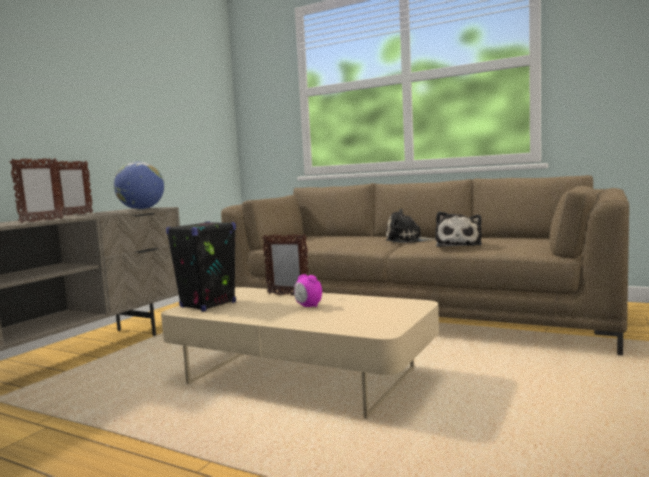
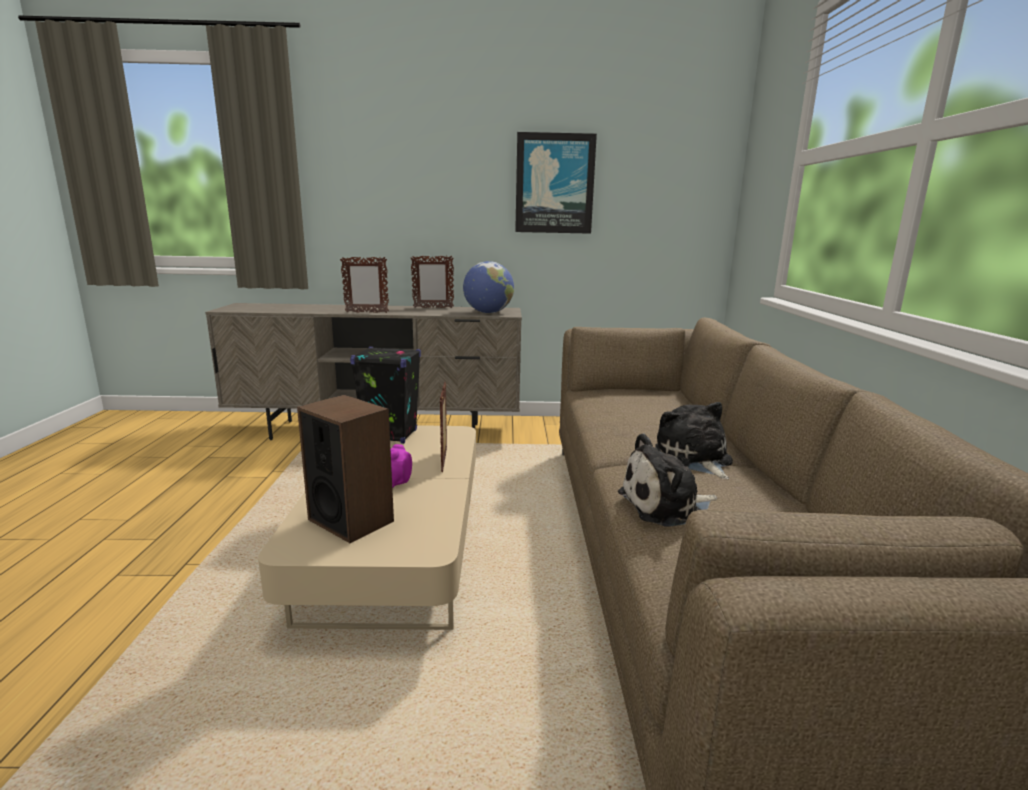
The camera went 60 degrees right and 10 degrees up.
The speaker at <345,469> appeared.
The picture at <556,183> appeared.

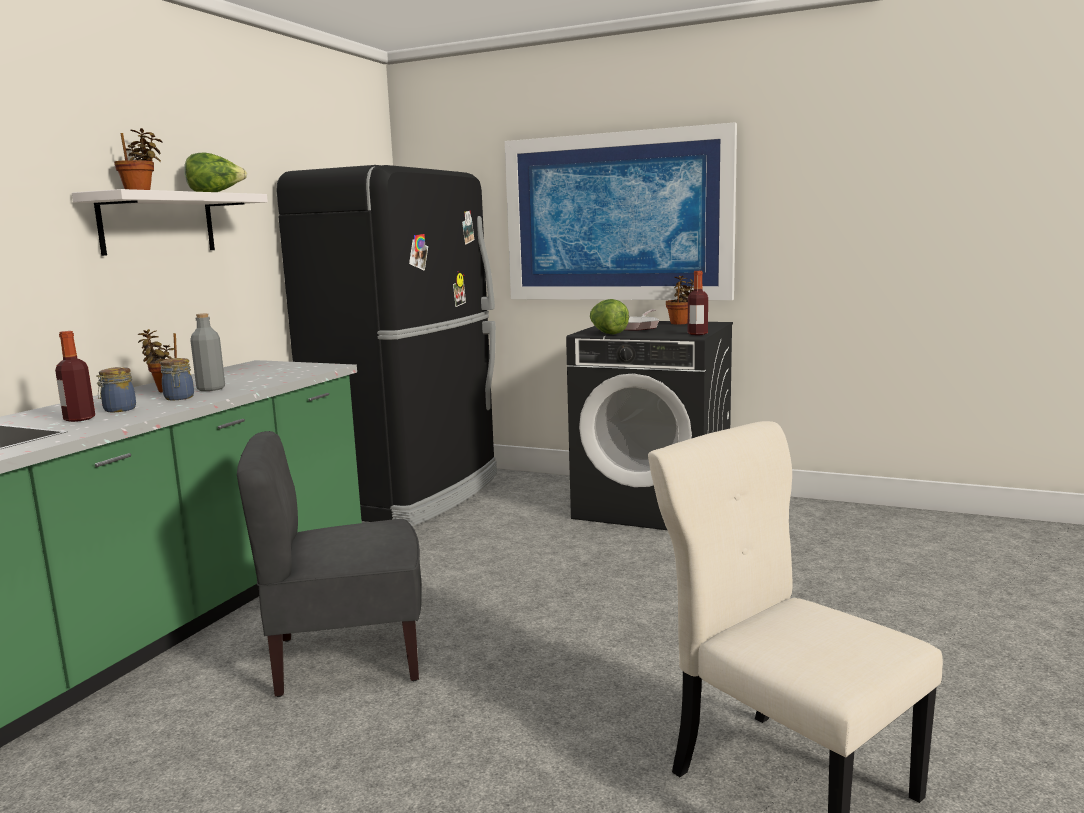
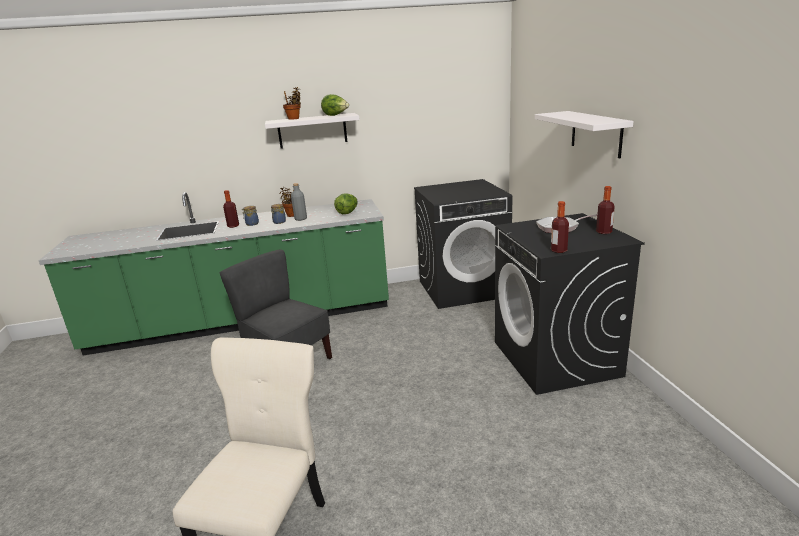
The camera went 55 degrees right and 10 degrees up.
The lettuce head moved from <609,316> to <346,203>.
The kitchen fridge (black-coloured) at <387,345> was replaced by the washing machine (black-coloured) at <463,244>.
The picture at <621,211> was replaced by the wall shelf (white) at <584,135>.
The potted plant at <680,300> was replaced by the drink bottle at <605,210>.

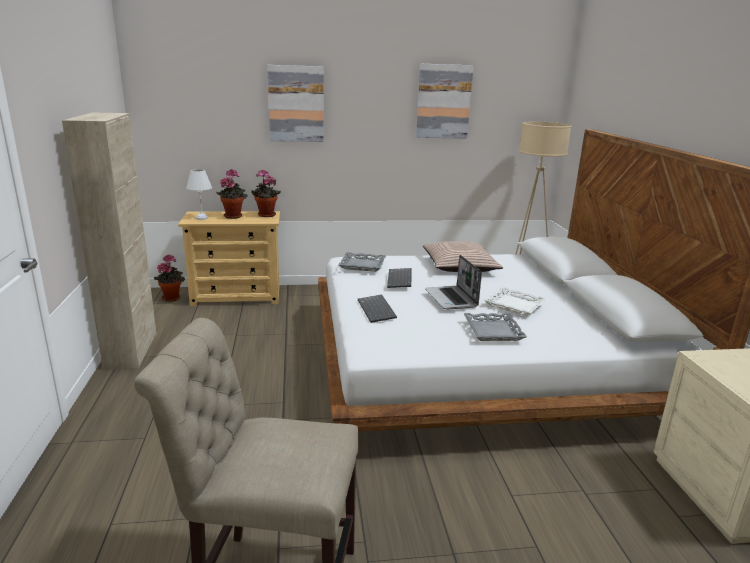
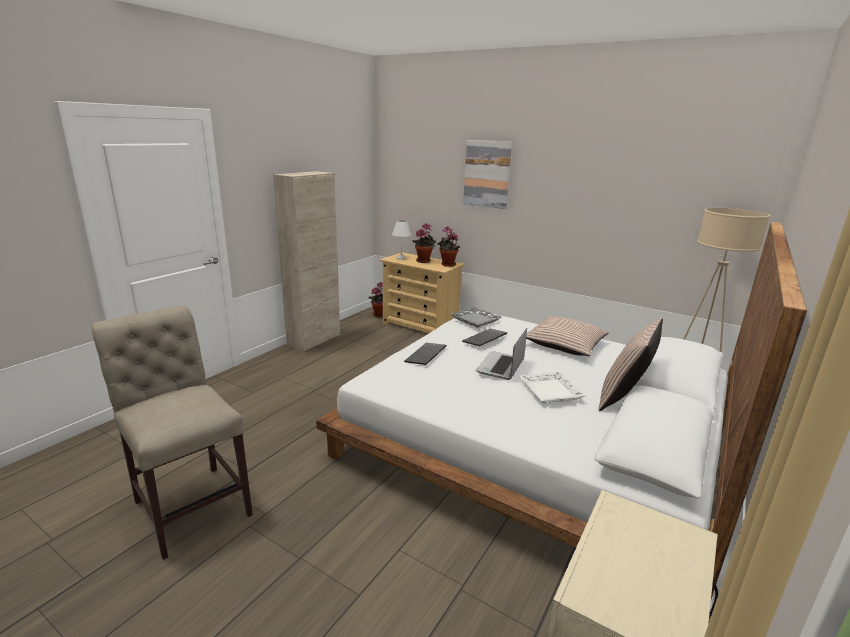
The camera went 40 degrees right and 0 degrees up.
The picture at <445,101> disappeared.
The serving tray (greyish) at <495,327> disappeared.
The cushion at <630,364> appeared.

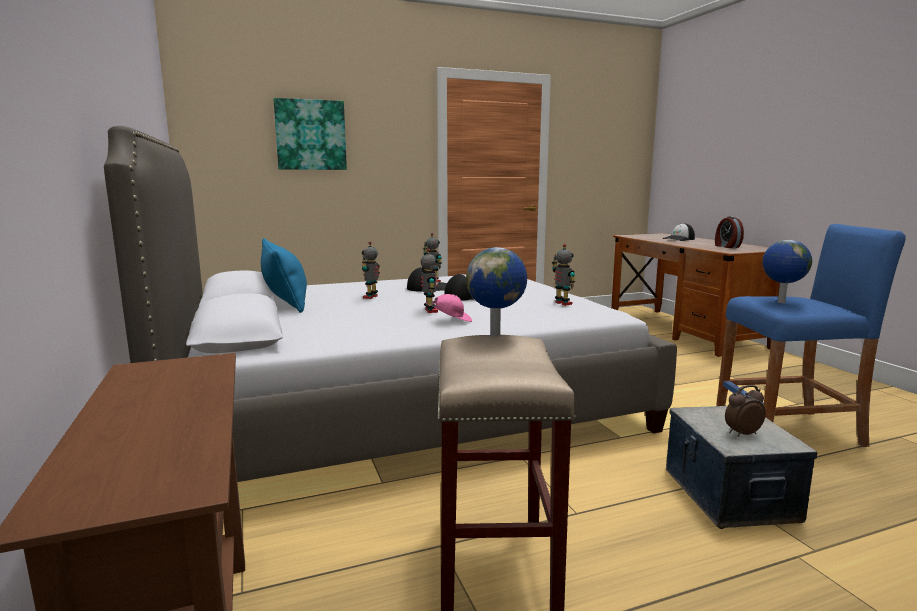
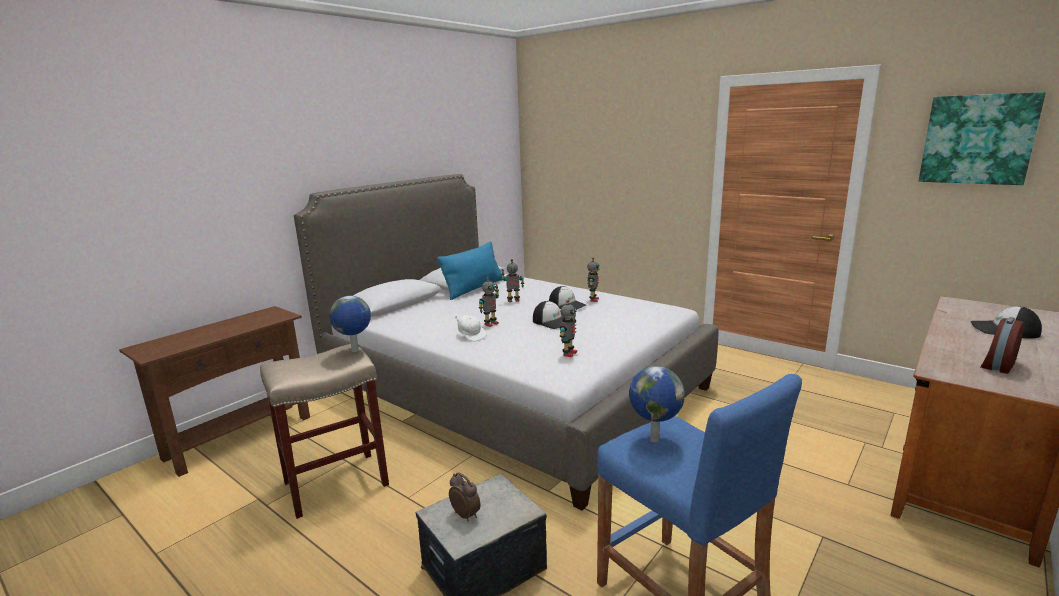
The camera went 60 degrees right and 5 degrees up.
The picture moved from <310,134> to <982,138>.
The baseball cap (pink) at <448,308> became the baseball cap (white) at <471,328>.

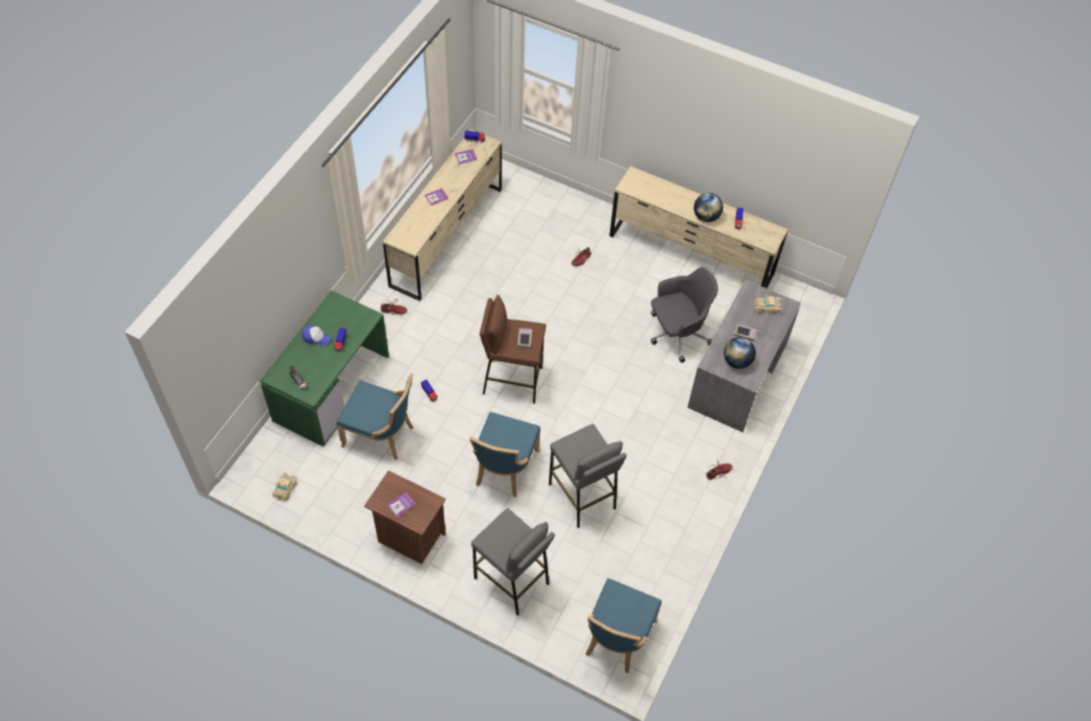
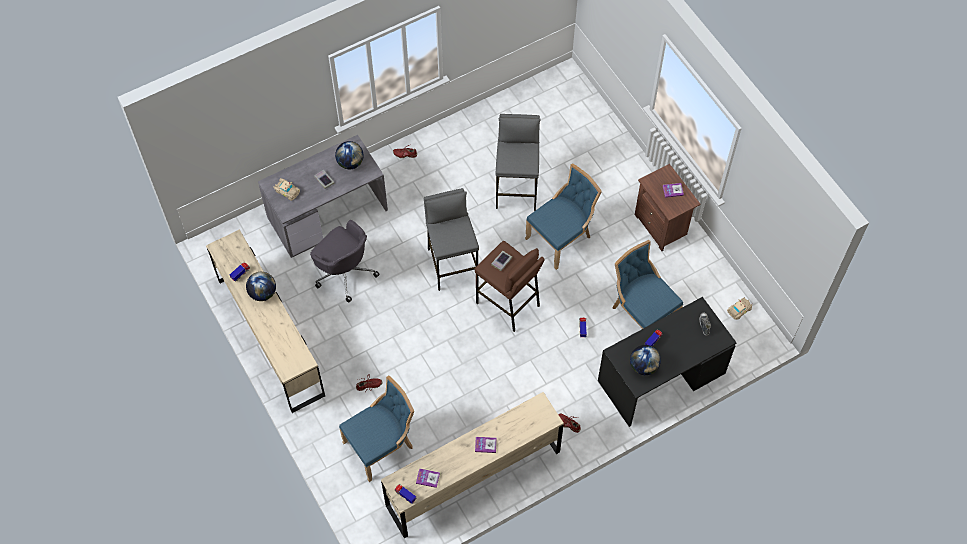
The camera went 145 degrees left and 5 degrees up.
The baseball cap at <316,335> disappeared.
The desk globe at <645,360> appeared.
The sitting stool (greyish) moved from <513,562> to <451,239>.
The plain chair (blue-coloured) moved from <624,625> to <376,429>.
The desk (green-coloured) at <324,368> became the desk (black-coloured) at <667,362>.
The desk chair (greyish) at <684,315> turned 150 degrees counterclockwise.

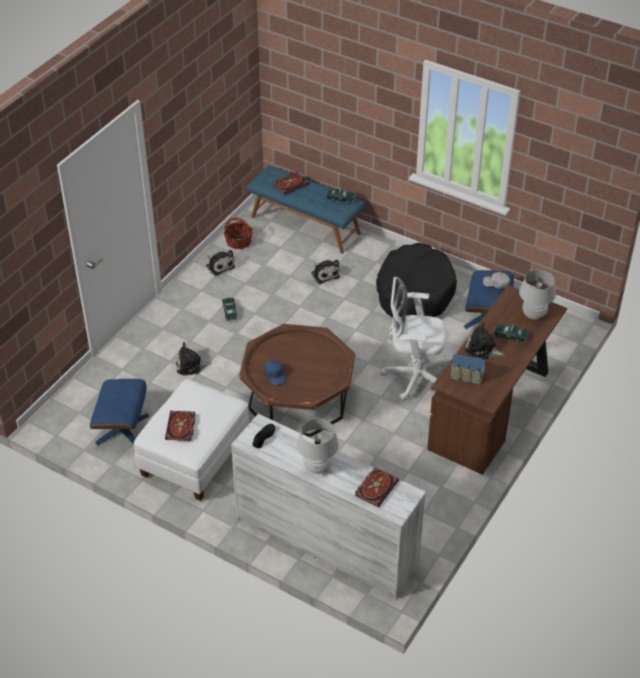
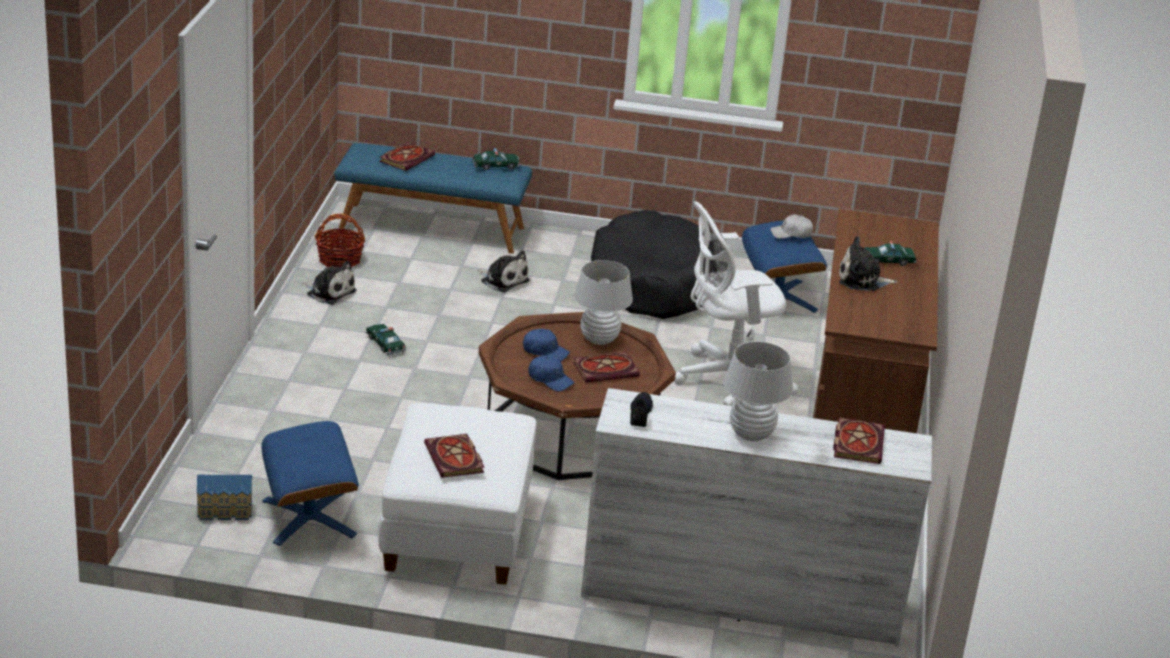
The camera went 25 degrees left and 15 degrees down.
The plush toy at <194,359> disappeared.
The baseball cap (blue-coloured) at <546,345> appeared.
The volume at <606,367> appeared.
The model house moved from <468,369> to <225,497>.
The table lamp (white) moved from <537,295> to <603,302>.

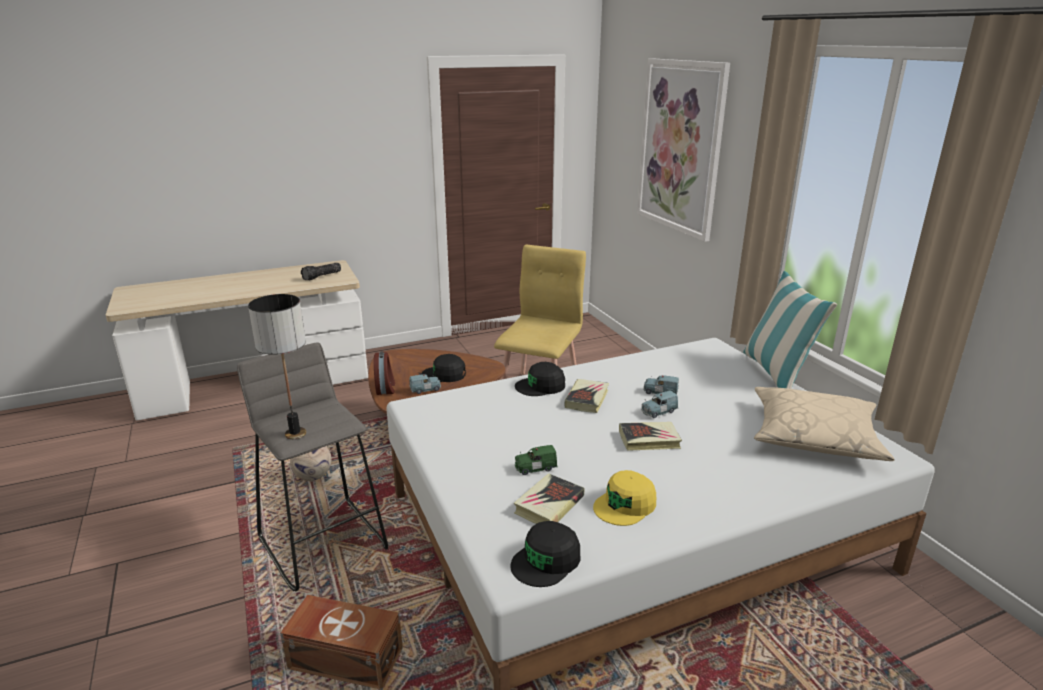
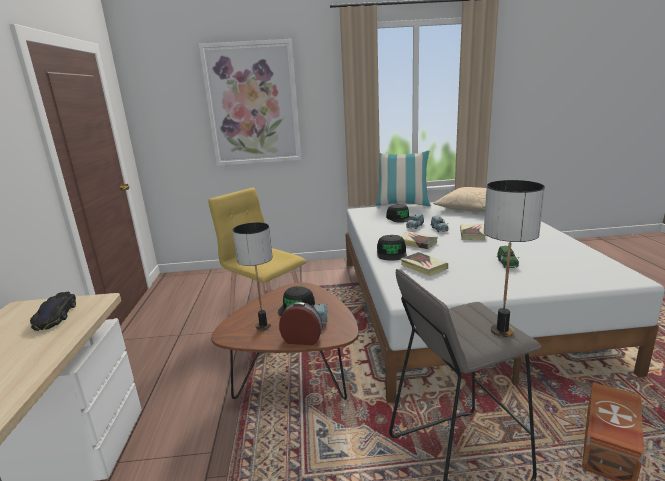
The camera went 70 degrees left and 5 degrees down.
The football at <311,463> disappeared.
The baseball cap (yellow-coloured) at <624,498> disappeared.
The table lamp at <252,276> appeared.
The baseball cap (black-coloured) moved from <545,554> to <399,213>.
The volume moved from <549,498> to <424,264>.
The flashlight at <321,272> was replaced by the model car (black-coloured) at <53,311>.

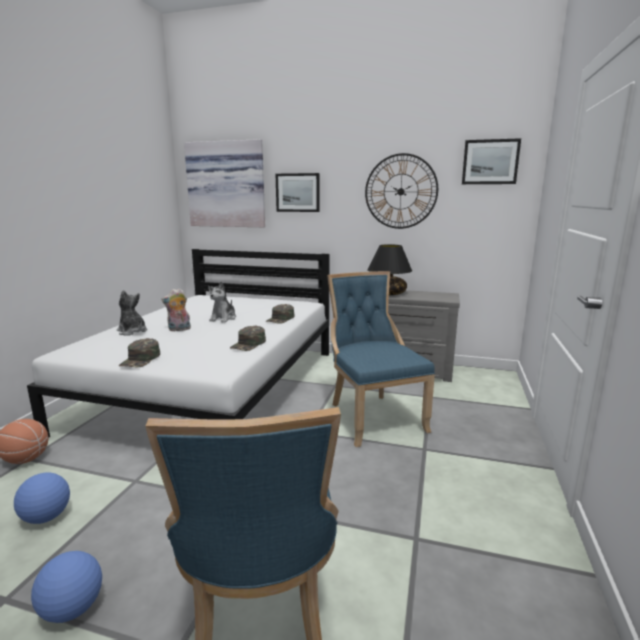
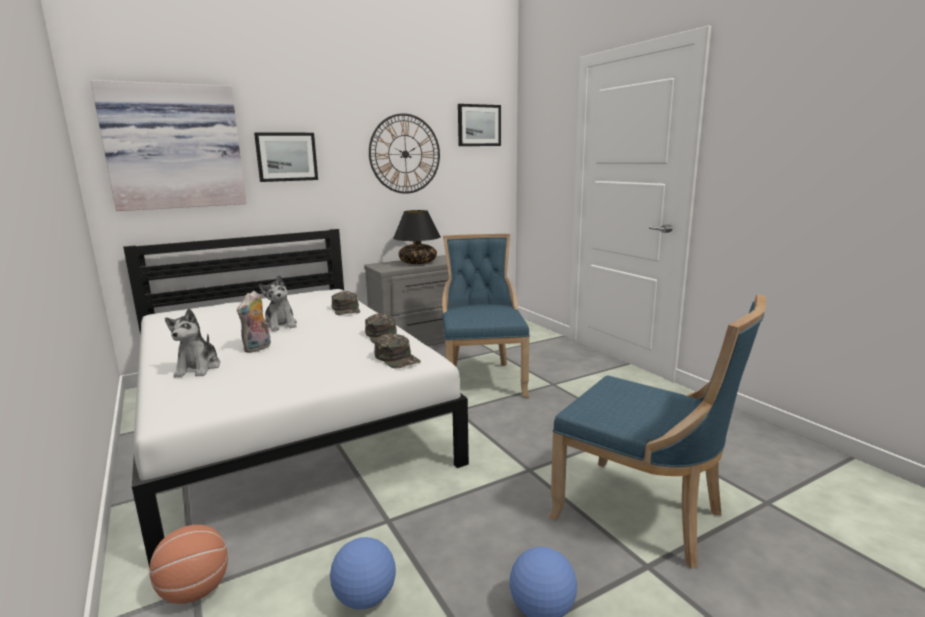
The camera went 45 degrees left and 0 degrees up.
The baseball cap (green-coloured) moved from <139,353> to <397,350>.
The plush toy at <132,313> turned 90 degrees counterclockwise.
The plain chair (blue-coloured) at <381,359> turned 60 degrees clockwise.

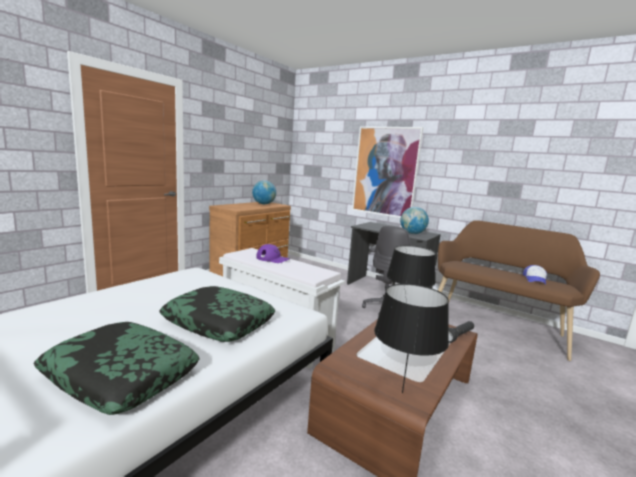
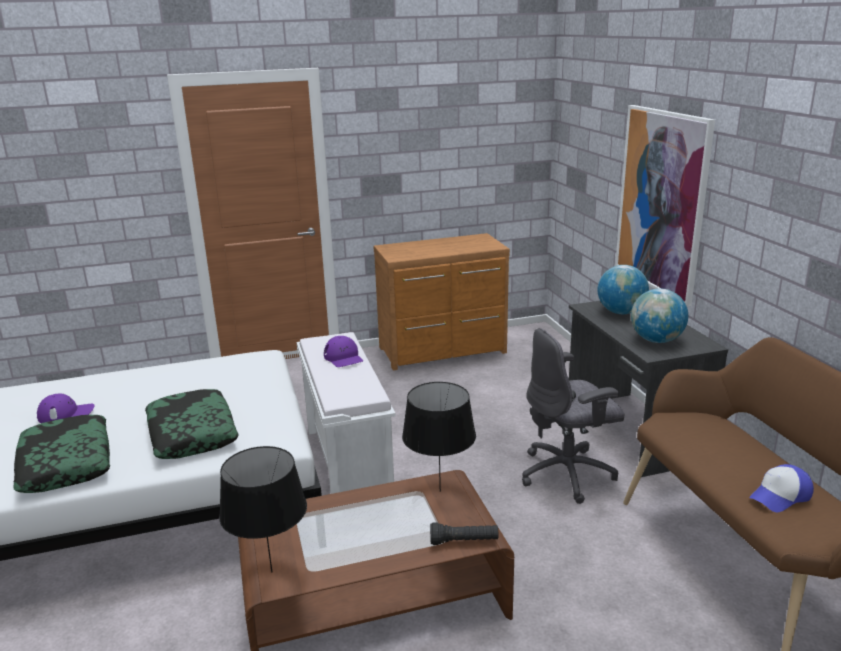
The camera went 40 degrees right and 10 degrees up.
The baseball cap (purple) at <65,408> appeared.
The desk globe moved from <264,192> to <623,289>.

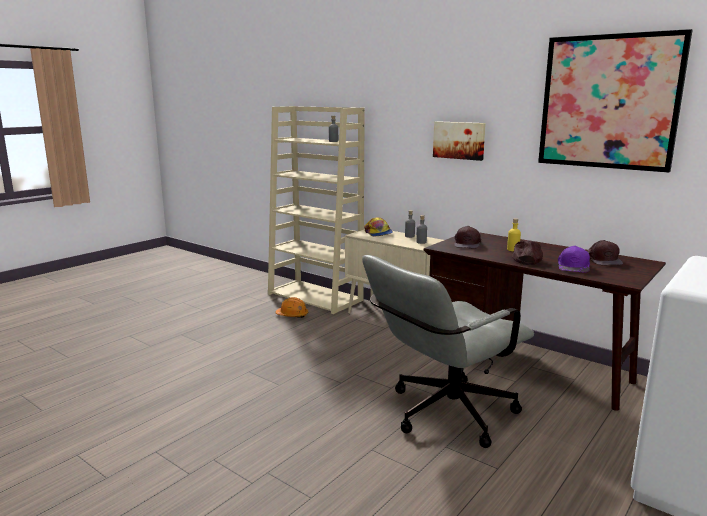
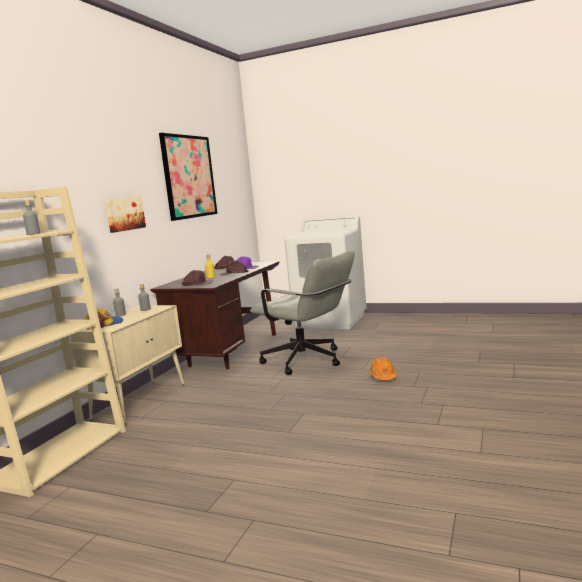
The camera went 105 degrees left and 5 degrees down.
The hard hat (orange) moved from <291,307> to <382,368>.

